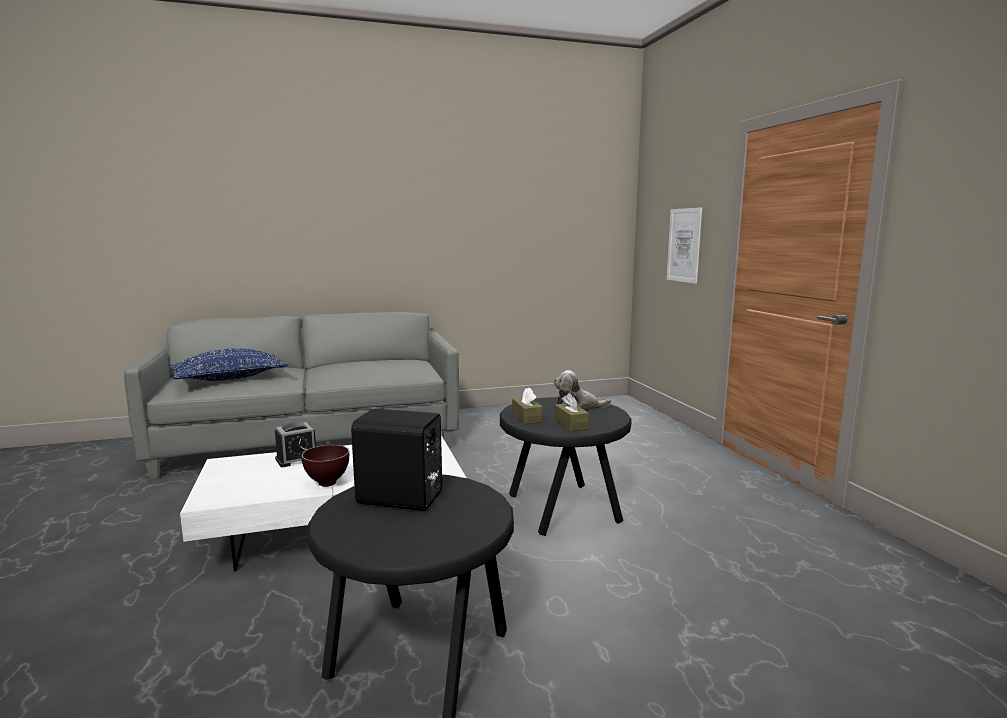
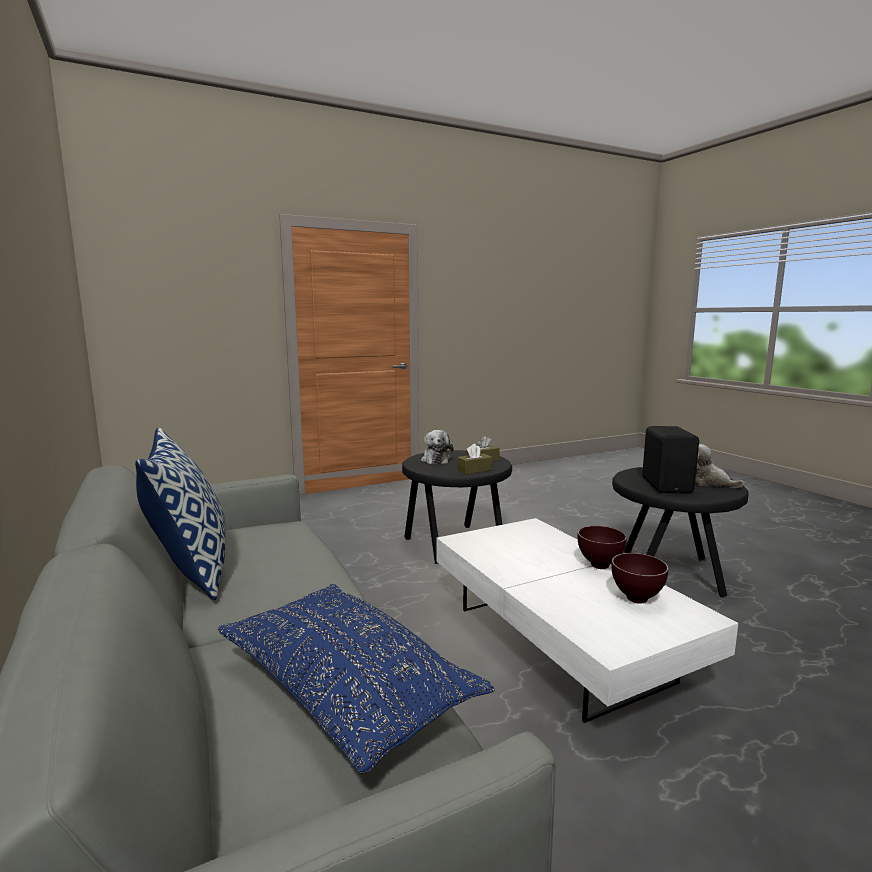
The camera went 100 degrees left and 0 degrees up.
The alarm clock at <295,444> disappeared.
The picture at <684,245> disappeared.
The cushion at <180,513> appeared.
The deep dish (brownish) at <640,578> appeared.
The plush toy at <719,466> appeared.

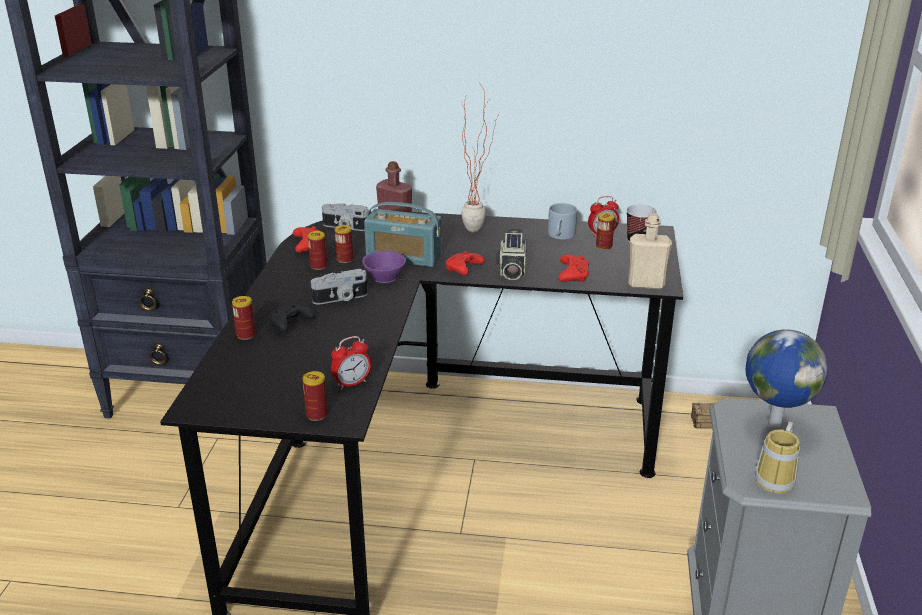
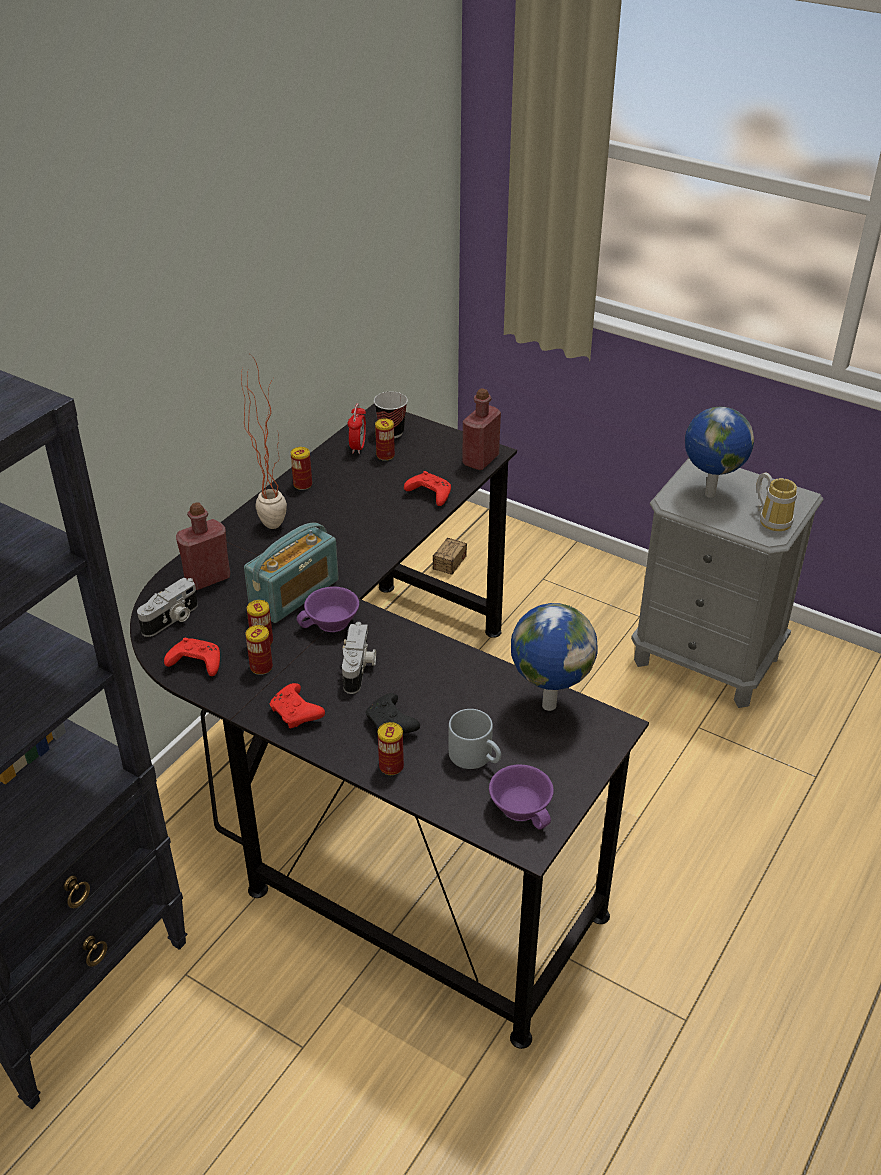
The camera went 65 degrees left and 10 degrees up.
The photo camera at <511,254> disappeared.
The drinking cup (purple) at <521,796> appeared.
The can moved from <315,396> to <301,468>.
The gamepad (red) moved from <465,263> to <297,706>.
The tea mug (greyish) moved from <562,221> to <474,739>.
The alarm clock at <351,363> was replaced by the desk globe at <554,657>.
The drink bottle (sand-coloured) at <650,251> became the drink bottle (red) at <481,429>.

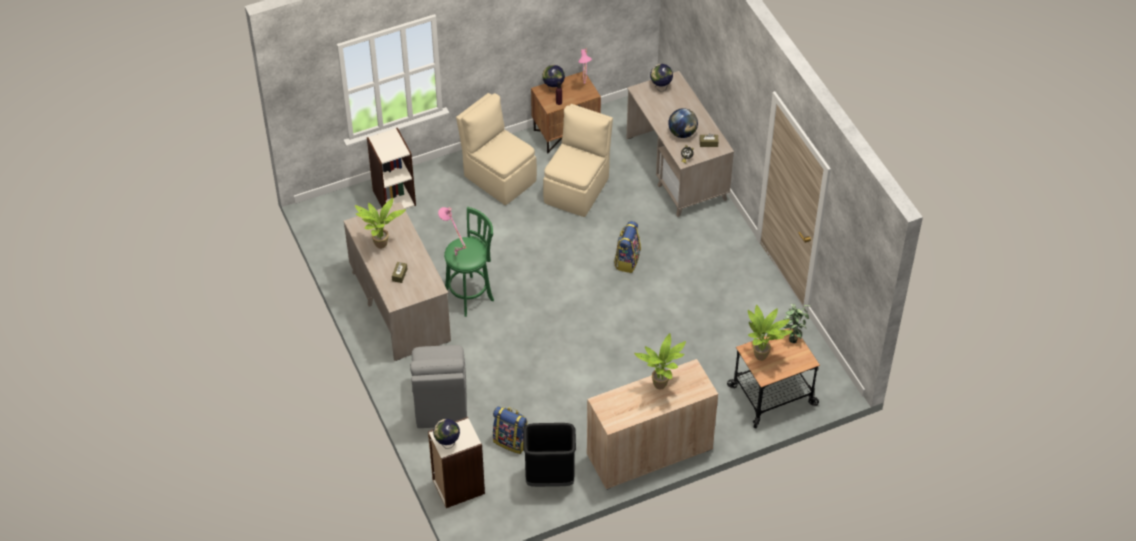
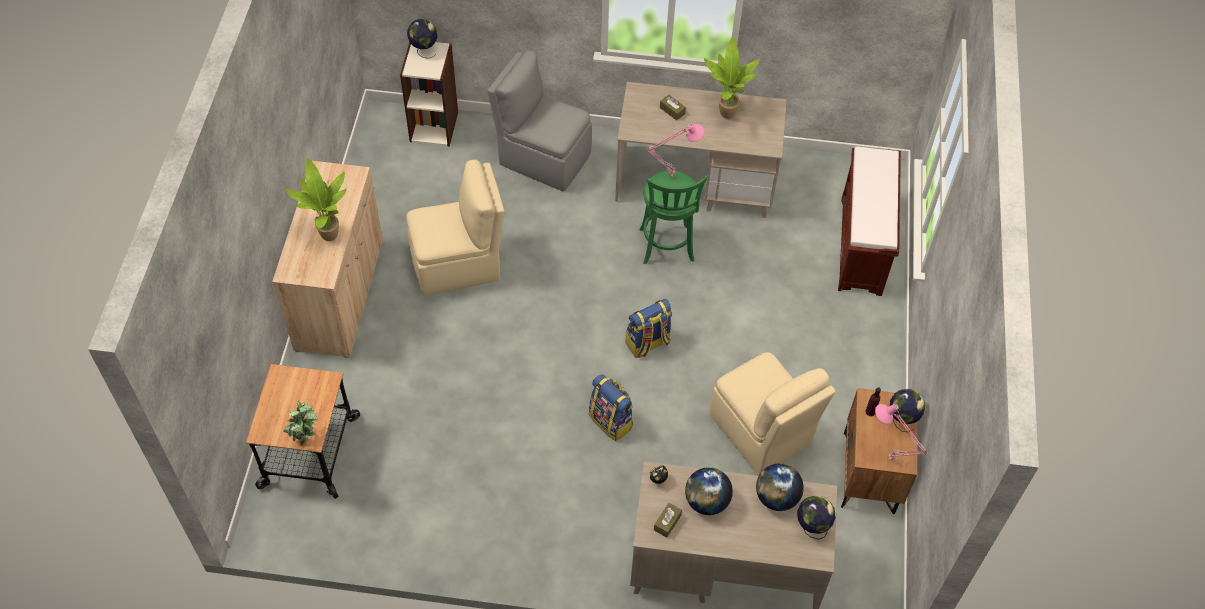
The camera went 120 degrees right and 5 degrees up.
The rubbish bin (black-coloured) at <549,455> disappeared.
The potted plant at <770,333> disappeared.
The desk globe at <780,487> appeared.
The plain chair (sand-coloured) moved from <496,149> to <456,228>.
The rucksack moved from <510,430> to <649,328>.
The shelving unit at <391,168> was replaced by the bench (brownish) at <869,221>.

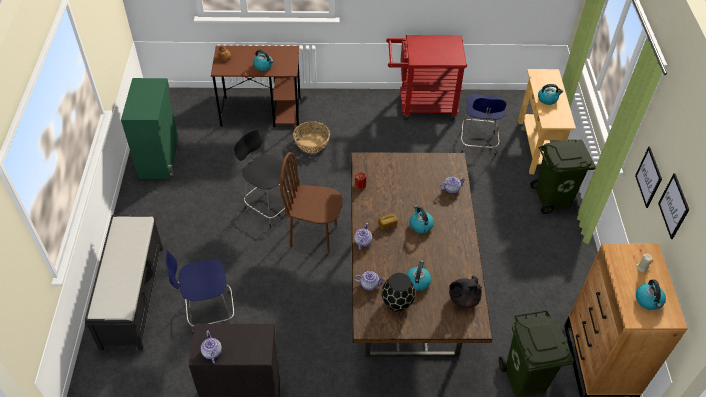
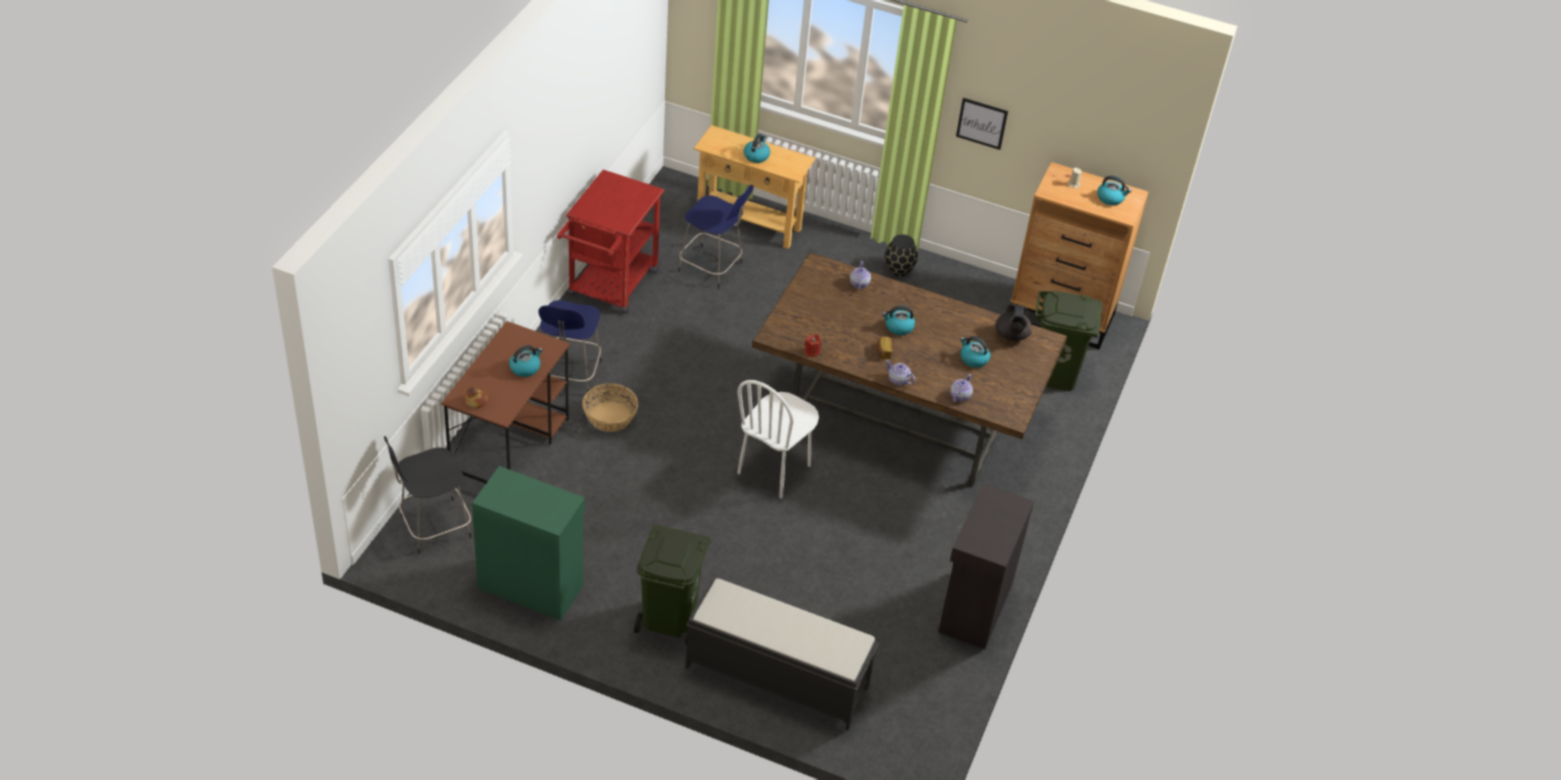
The camera went 70 degrees left and 5 degrees down.
The tea pot at <211,347> disappeared.
The picture at <674,206> disappeared.
The sitting stool (blue-coloured) moved from <200,292> to <570,346>.
The sitting stool (black-coloured) moved from <263,178> to <428,495>.
The flower vase (black-coloured) moved from <398,292> to <901,255>.
The rubbish bin (green-coloured) moved from <563,176> to <672,584>.
The plain chair (brownish) at <311,202> became the plain chair (white) at <778,439>.

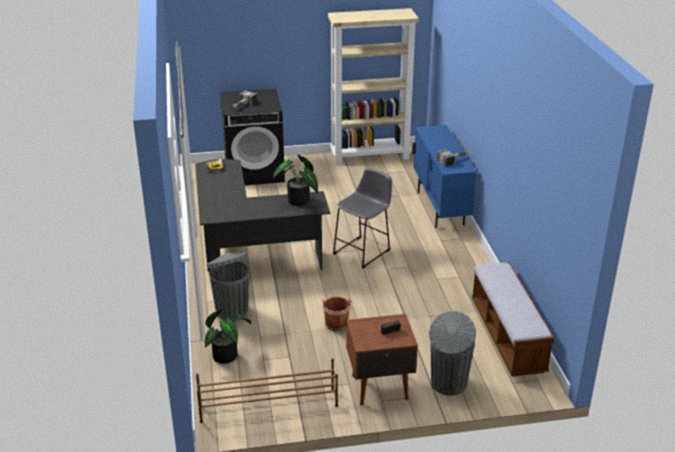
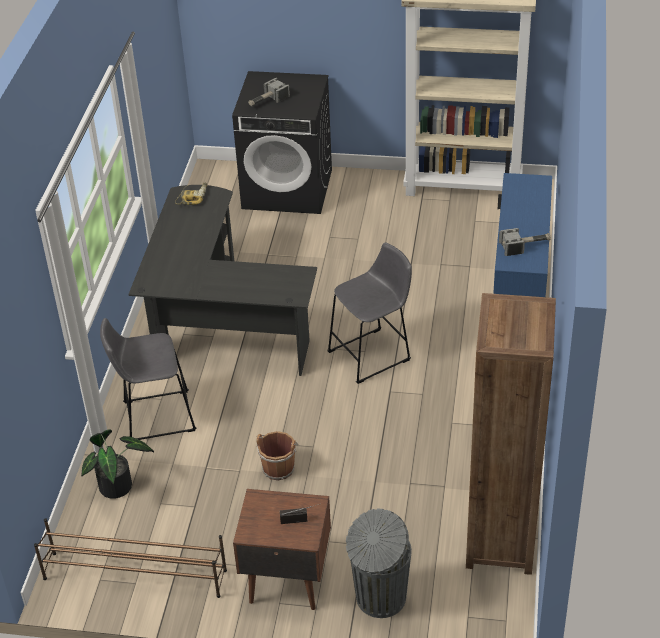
The camera went 20 degrees right and 10 degrees up.
The potted plant at <295,180> disappeared.
The rubbish bin (greyish) at <227,287> was replaced by the sitting stool (greyish) at <148,379>.
The bench at <512,319> was replaced by the shelving unit (brownish) at <511,434>.

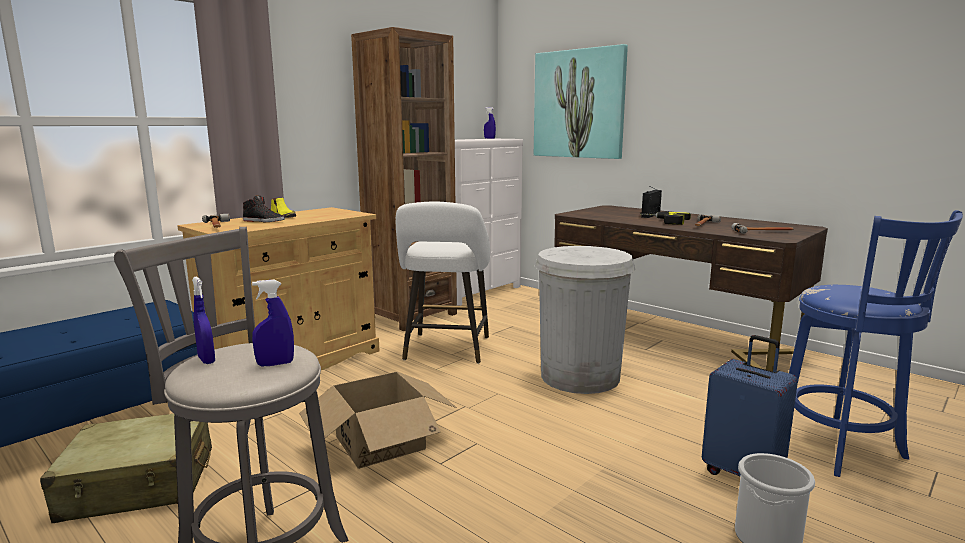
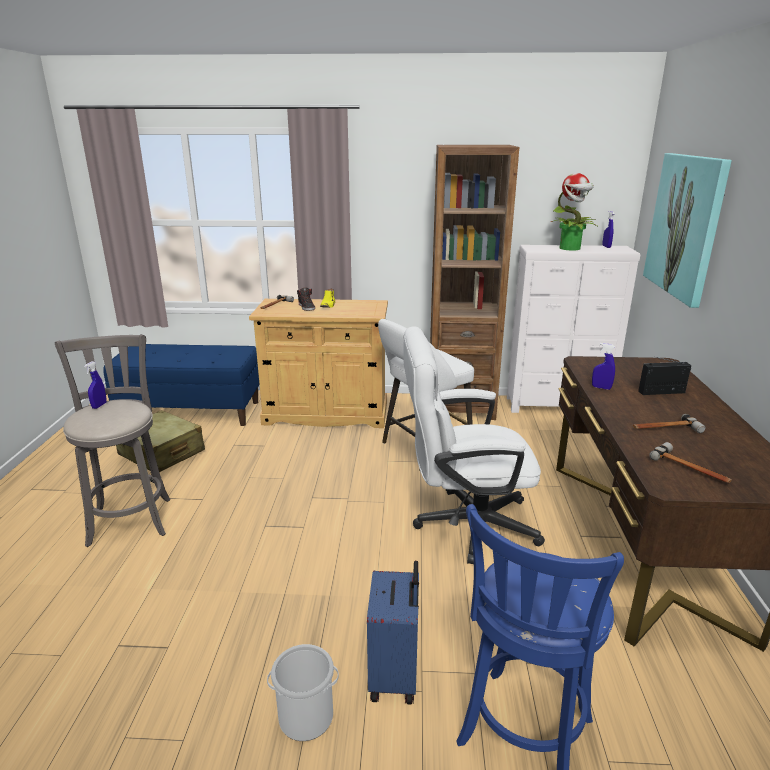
The camera went 50 degrees right and 10 degrees up.
The packing box at <378,420> disappeared.
The drill at <665,218> disappeared.
The potted plant at <574,212> appeared.
The sprayer (blue-coloured) moved from <273,323> to <603,366>.
The rubbish bin (white) at <585,320> was replaced by the desk chair (white) at <474,445>.

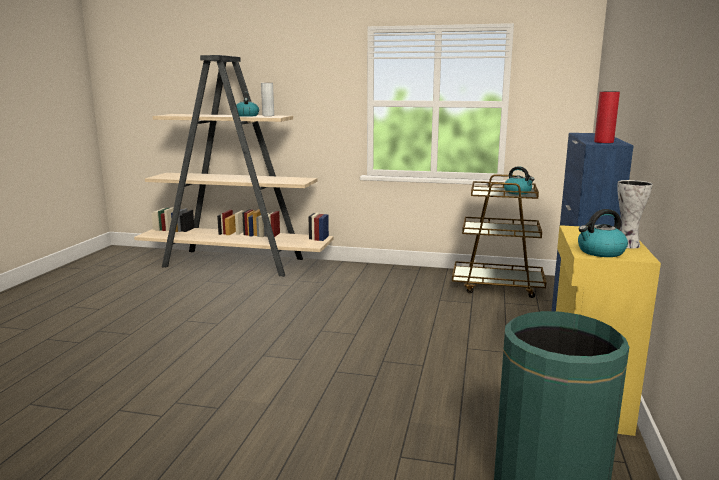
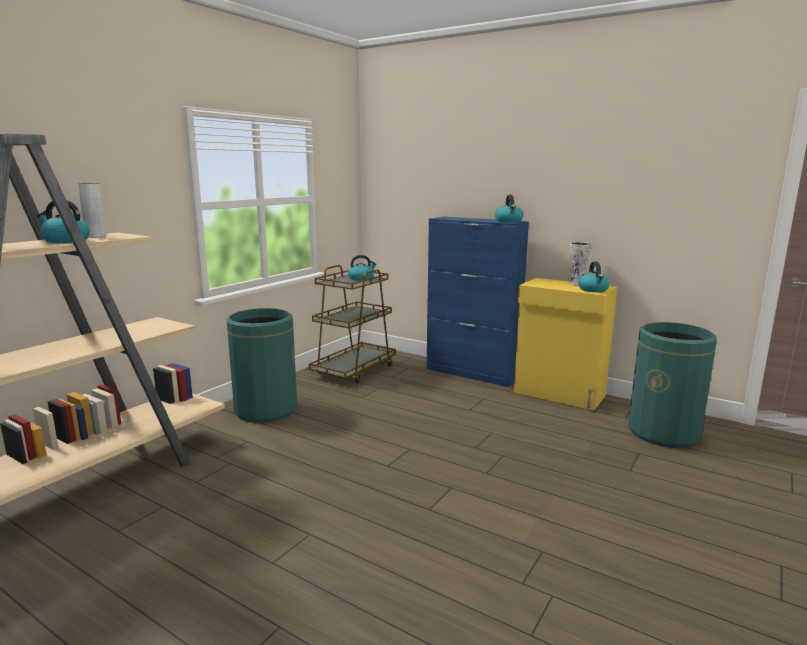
The camera went 70 degrees left and 0 degrees up.
The rubbish bin (green-coloured) at <262,365> appeared.
The flower vase (red) at <607,117> was replaced by the kettle at <509,209>.

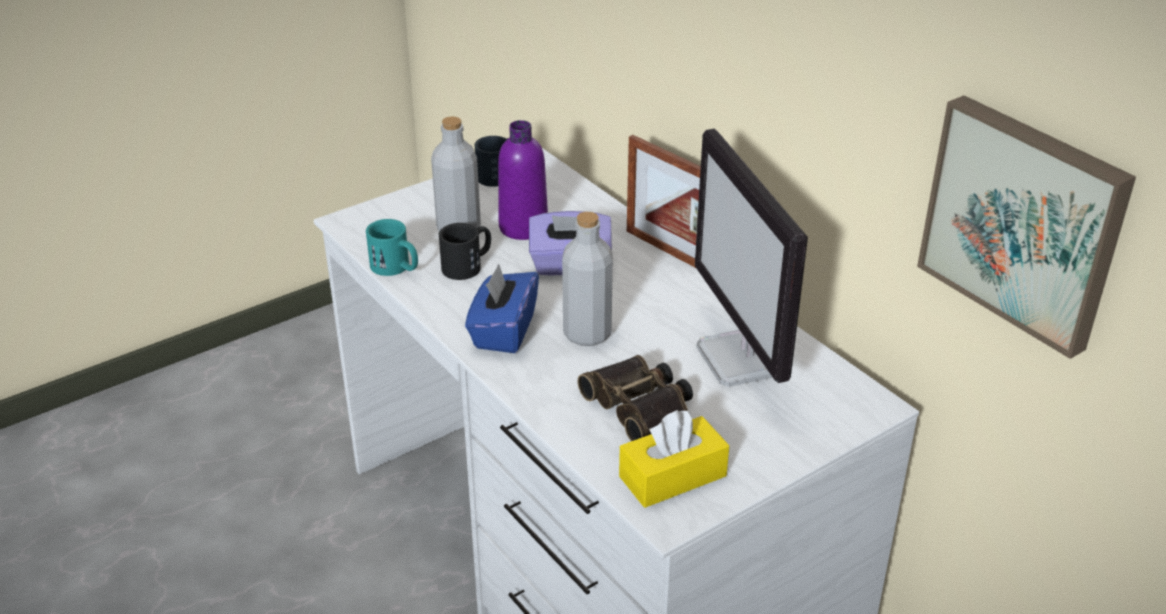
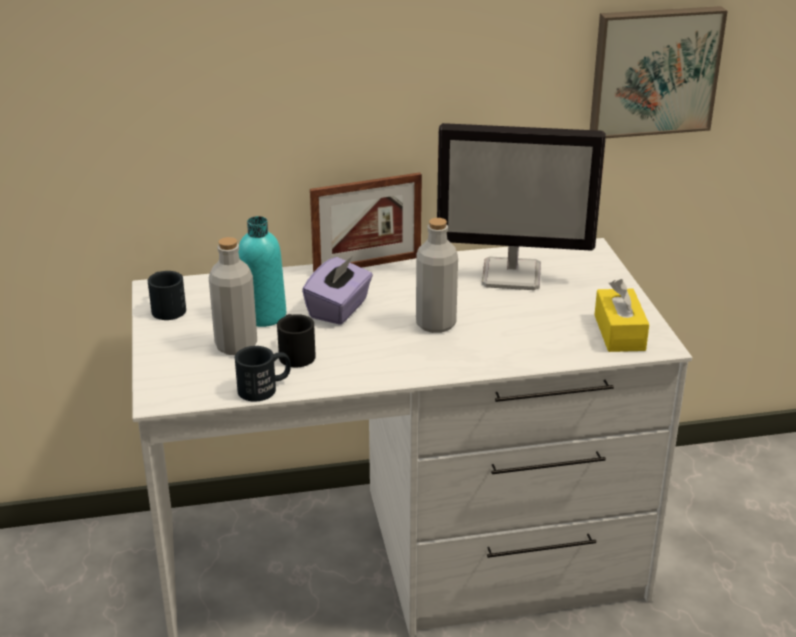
The camera went 65 degrees left and 5 degrees down.
The tissue box (blue-coloured) at <502,308> disappeared.
The binoculars at <635,398> disappeared.
The tea mug (turquoise) at <392,247> became the tea mug (black-coloured) at <263,374>.
The drink bottle (purple) at <523,180> became the drink bottle (turquoise) at <262,271>.

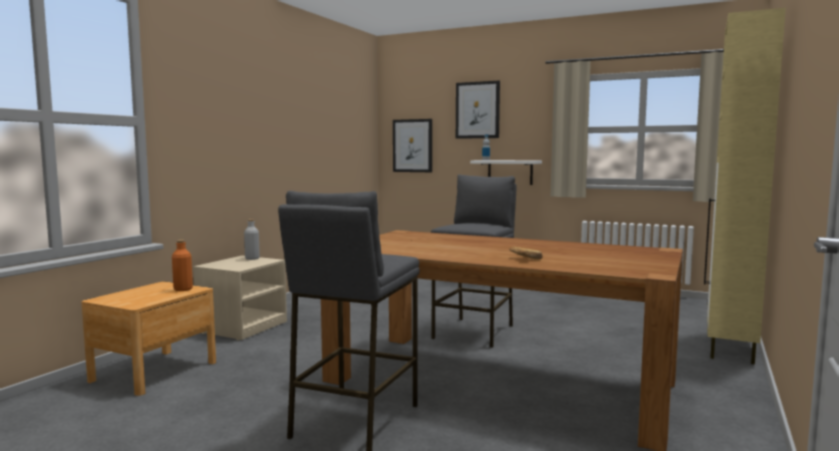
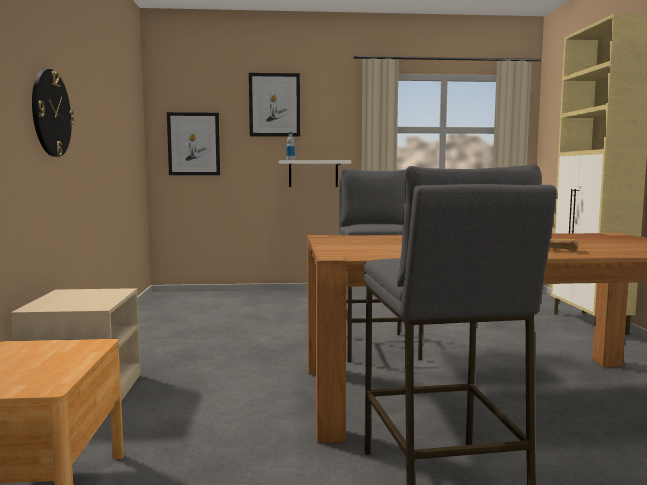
The camera went 30 degrees left and 0 degrees up.
The drink bottle (orange) at <182,265> disappeared.
The drink bottle (greyish) at <252,239> disappeared.
The clock on the wall at <53,113> appeared.

